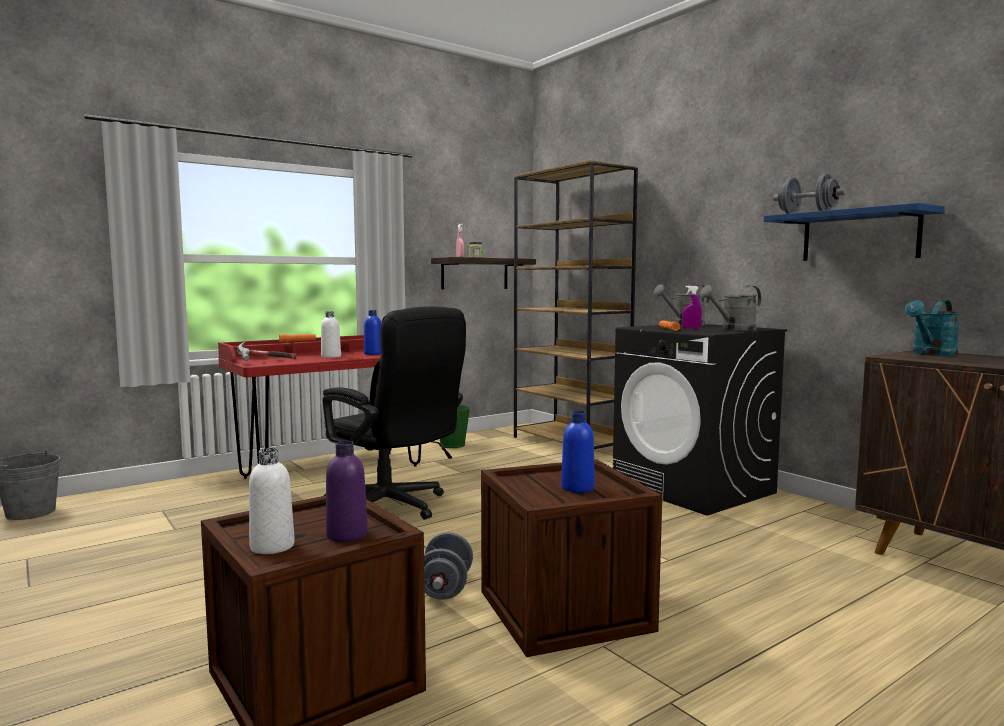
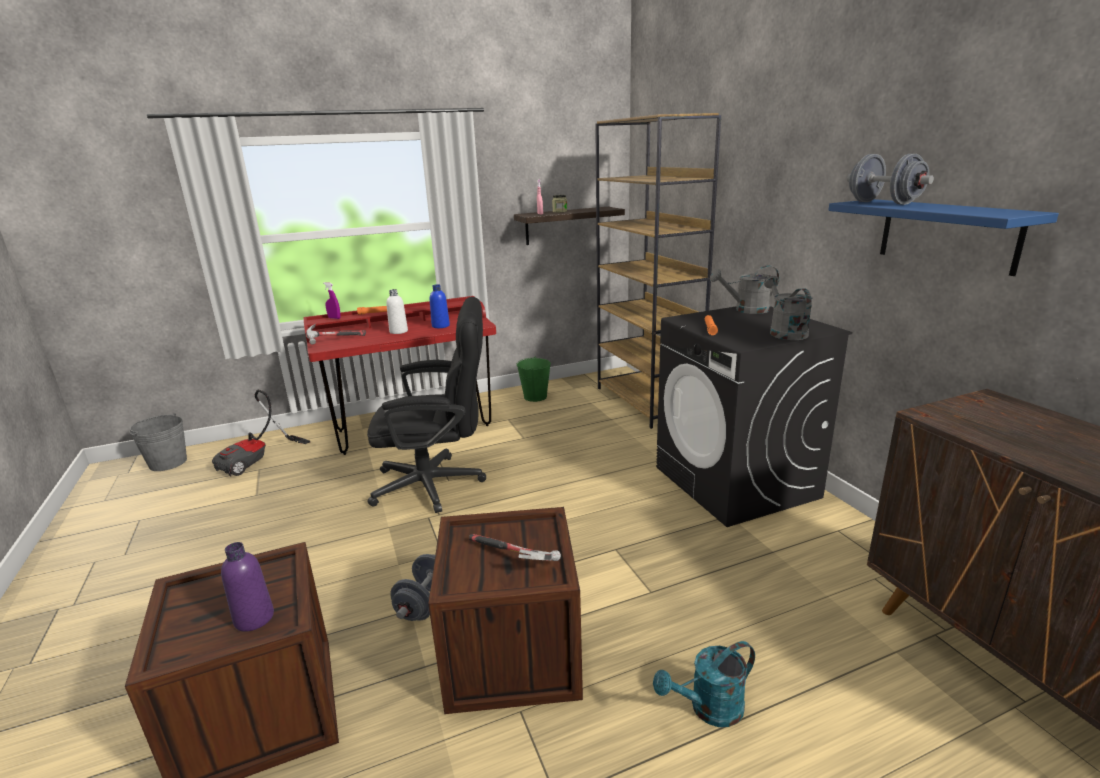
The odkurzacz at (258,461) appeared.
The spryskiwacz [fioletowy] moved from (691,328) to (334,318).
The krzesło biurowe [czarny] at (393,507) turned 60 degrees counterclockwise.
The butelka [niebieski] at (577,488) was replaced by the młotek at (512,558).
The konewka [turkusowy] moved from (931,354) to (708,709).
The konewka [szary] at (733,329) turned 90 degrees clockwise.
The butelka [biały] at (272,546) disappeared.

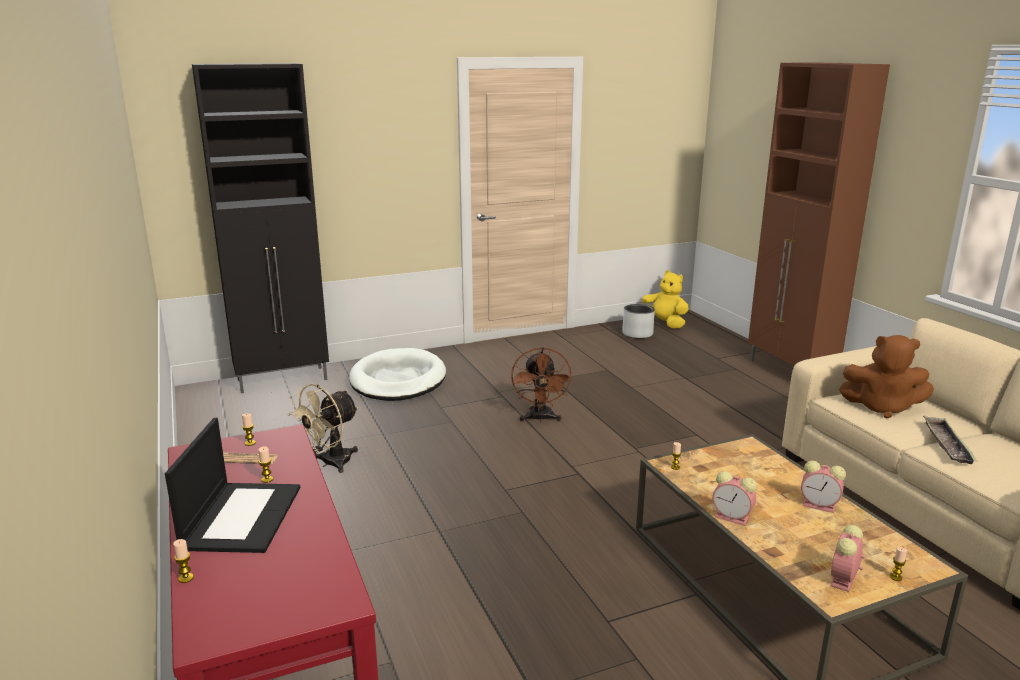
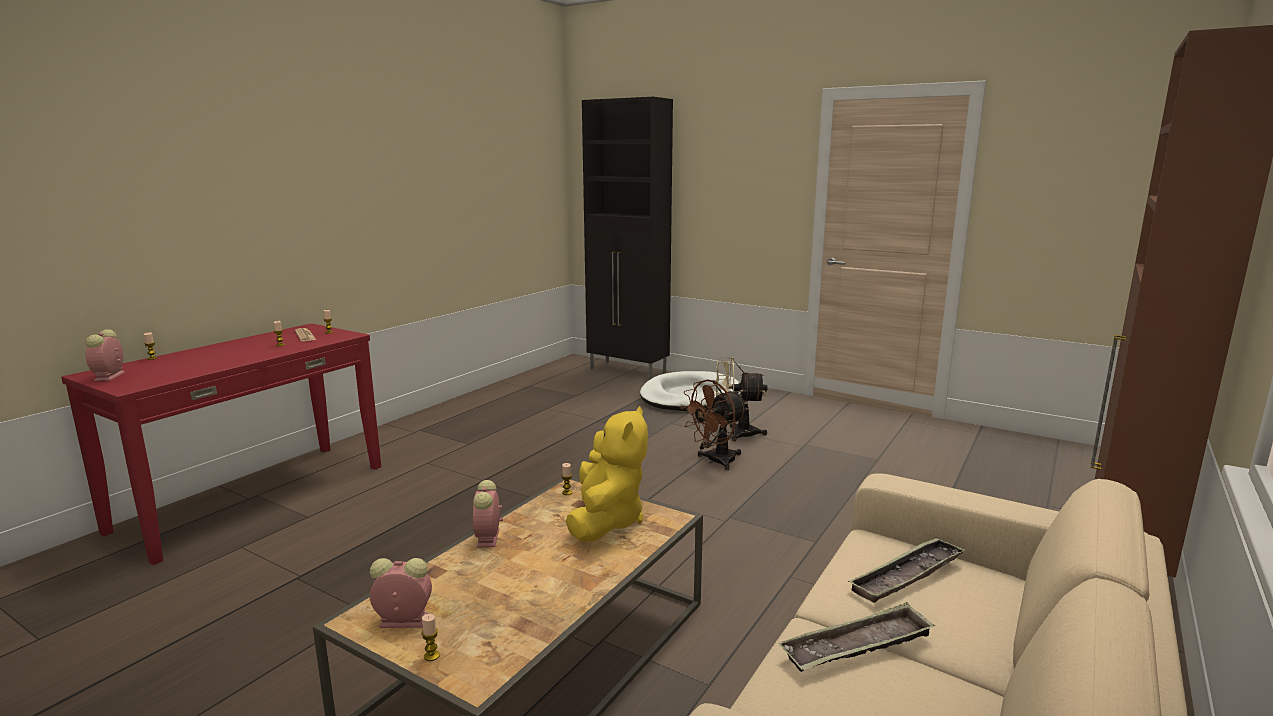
The budzik moved from (820,505) to (109,377).
The pluszak [żółty] moved from (663,323) to (606,521).
The wentylator [beżowy] moved from (330,463) to (735,433).
The pluszak [brązowy] at (882,407) was replaced by the taca at (907,576).
The laptop at (242,516) disappeared.
The donica [szary] at (637,334) disappeared.

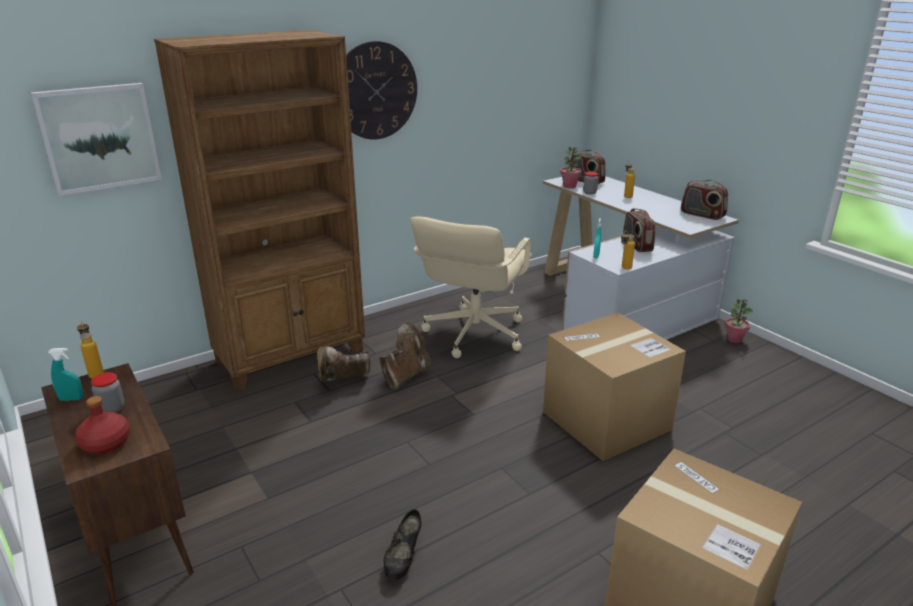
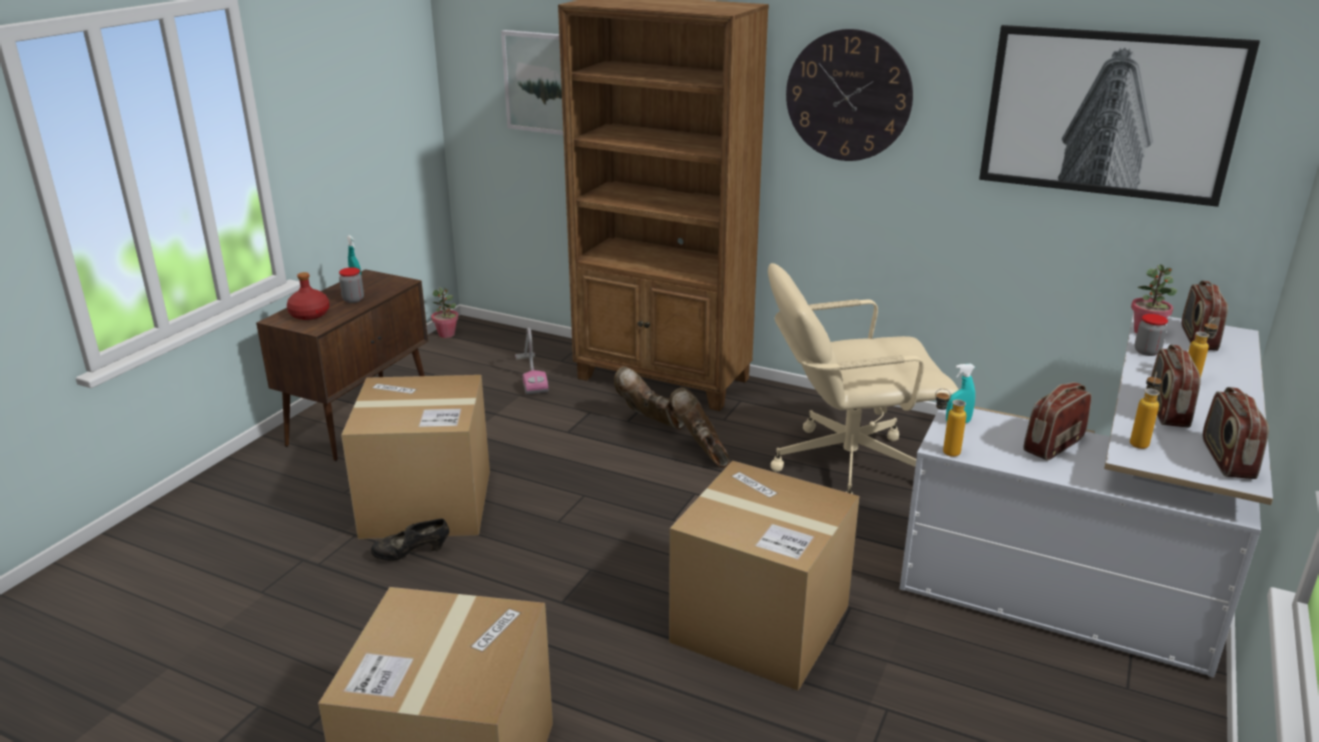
The karton at (427,503) appeared.
The roślina doniczkowa moved from (734,339) to (447,334).
The odkurzacz at (531,374) appeared.
The but z cholewką [brązowy] at (405,375) turned 120 degrees counterclockwise.
The obraz at (1109,113) appeared.
The butelka moved from (95,373) to (1139,441).
The radio at (1166,411) appeared.

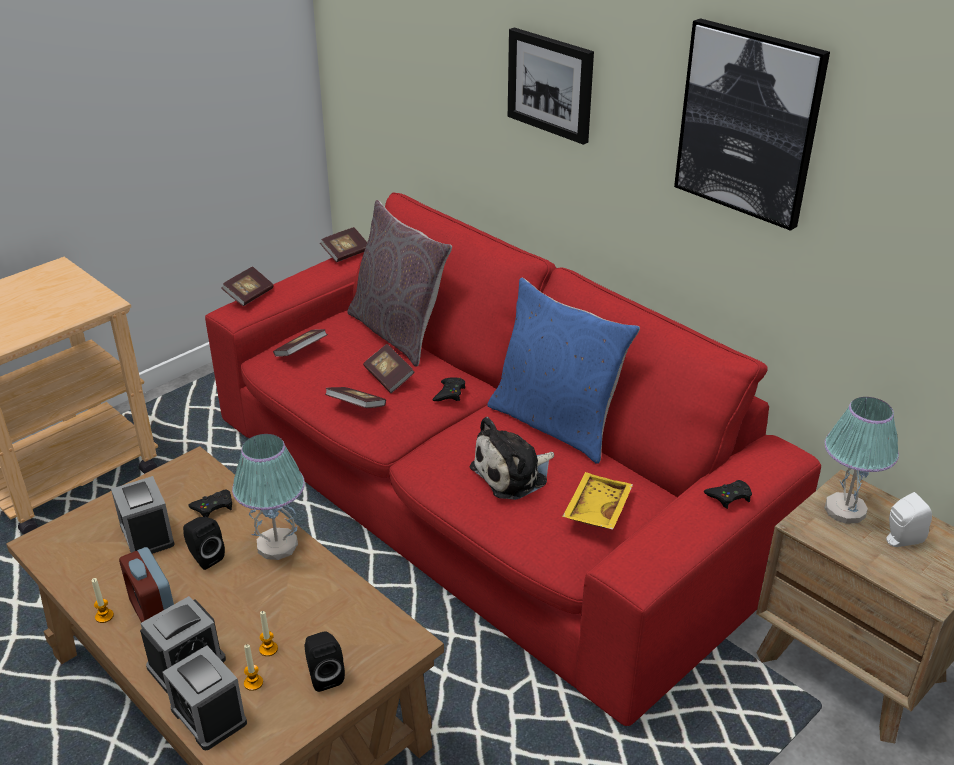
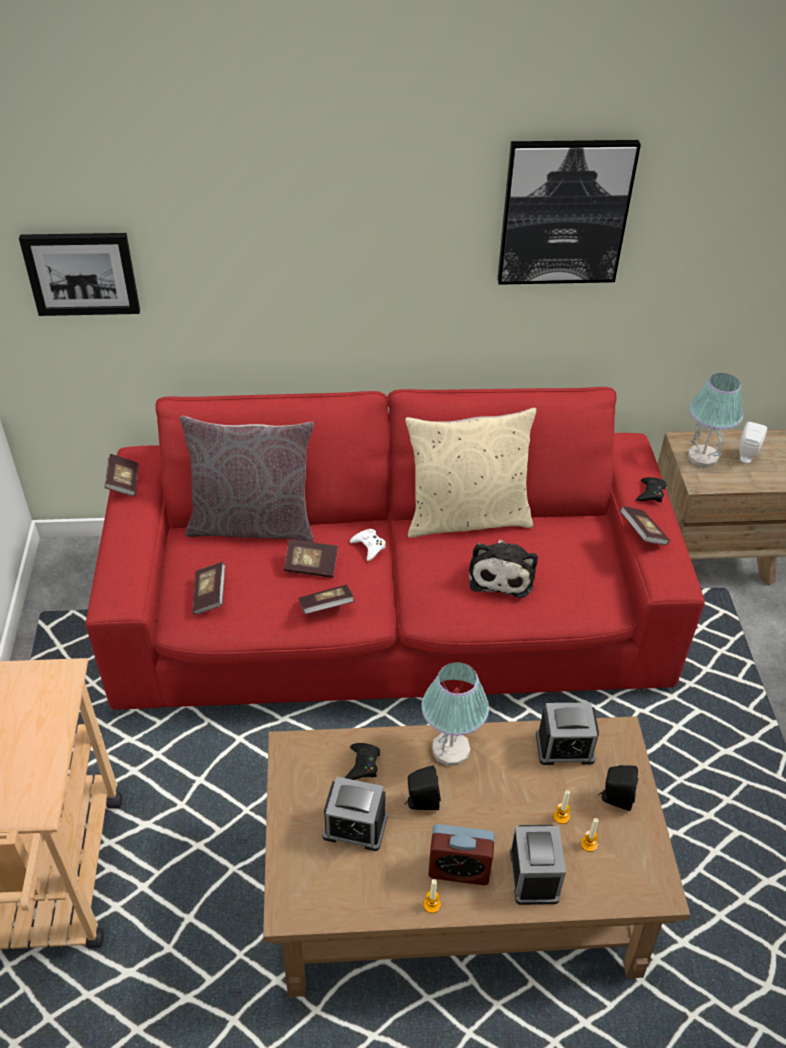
The obraz moved from (551,84) to (82,273).
The pad do gier [czarny] at (449,393) became the pad do gier [biały] at (369,546).
The poduszka [niebieski] at (556,423) became the poduszka [beżowy] at (466,517).
The budzik moved from (208,716) to (564,747).
The książka moved from (249,295) to (642,533).
The taca [żółty] at (595,509) disappeared.

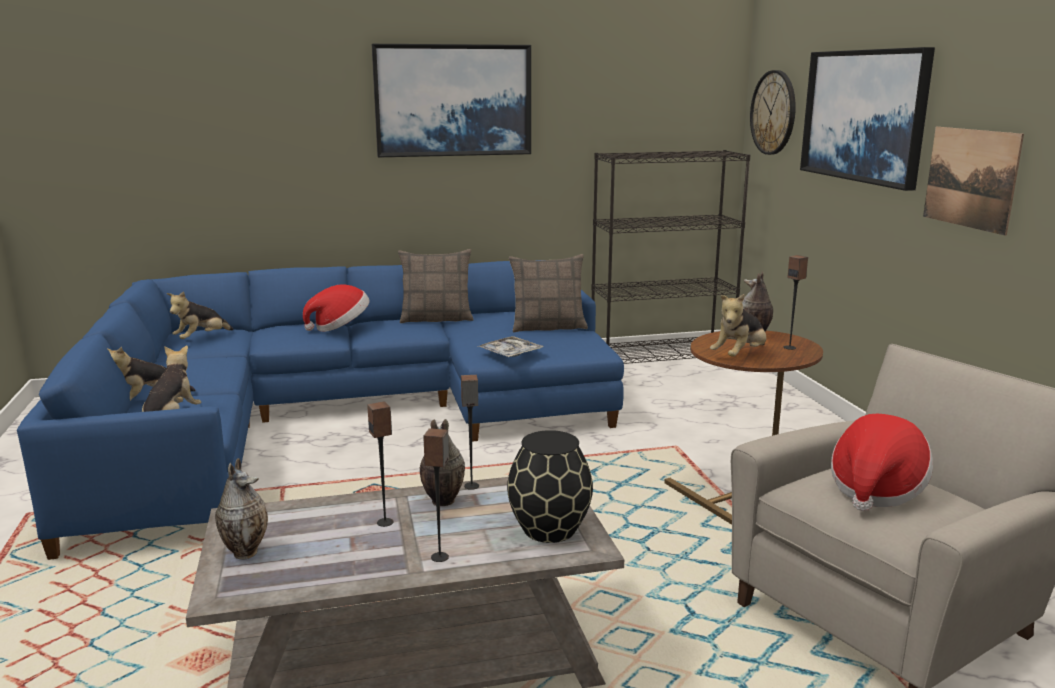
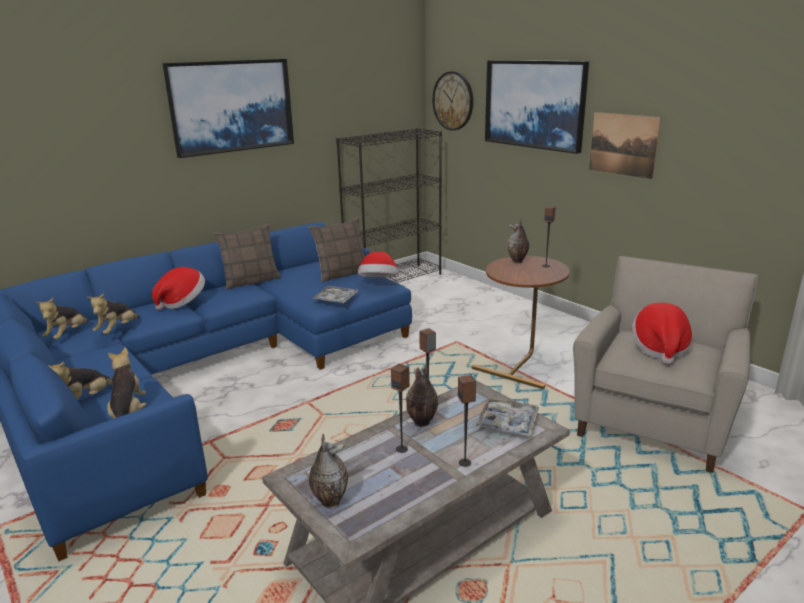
The pluszak moved from (739,356) to (117,330).
The kapelusz at (379,283) appeared.
The wazon [czarny] at (548,529) was replaced by the taca at (507,423).

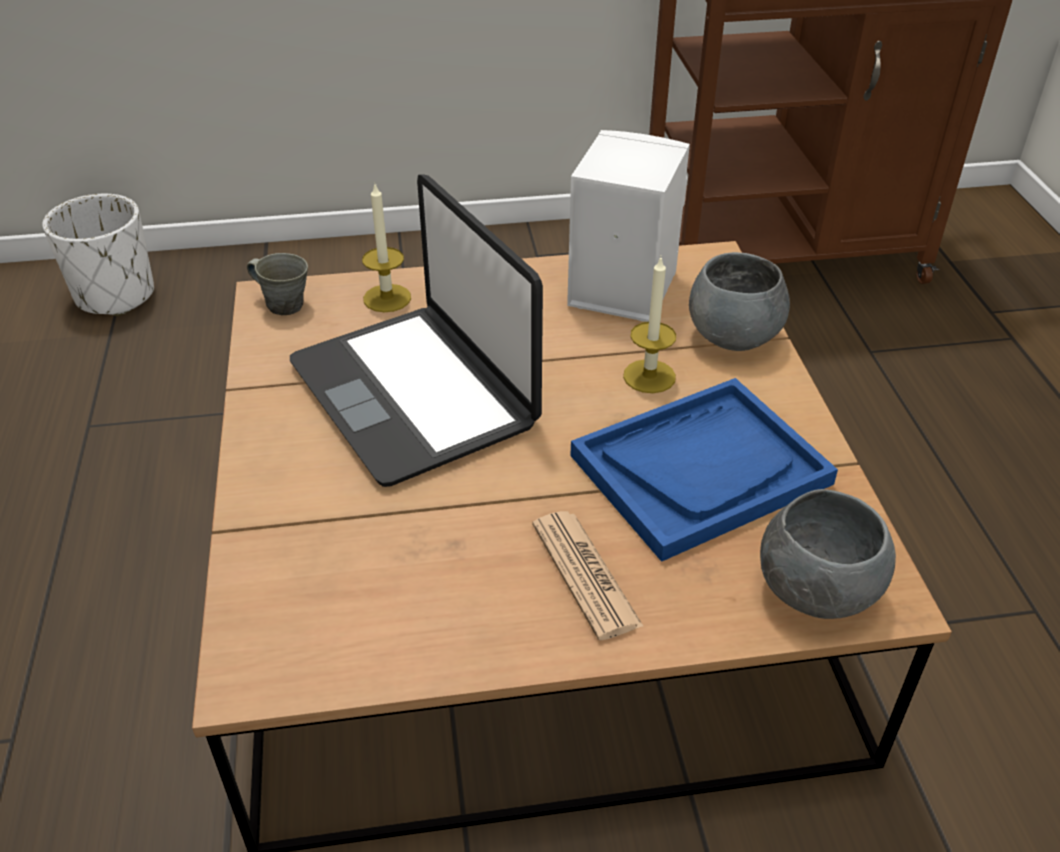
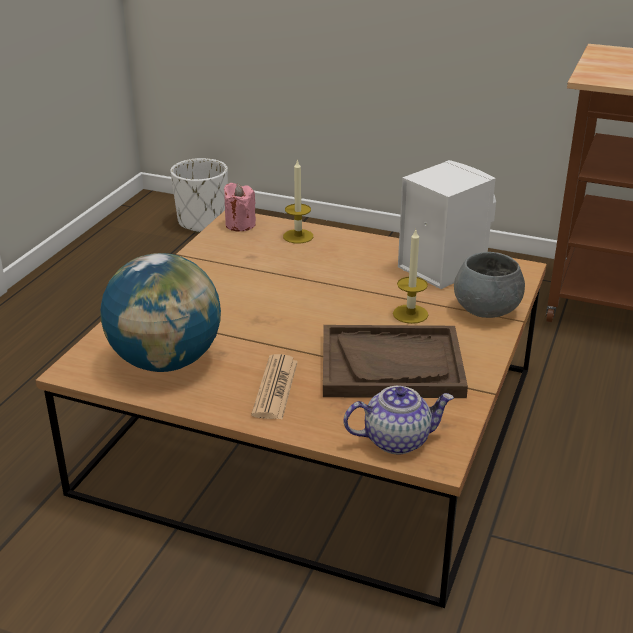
The globus at (166,361) appeared.
The kubek [szary] at (284,304) was replaced by the świeca [różowy] at (240,224).
The taca [niebieski] at (700,469) became the taca [brązowy] at (392,365).
The miska [szary] at (815,590) was replaced by the imbryk at (397,439).
The laptop at (415,393) disappeared.

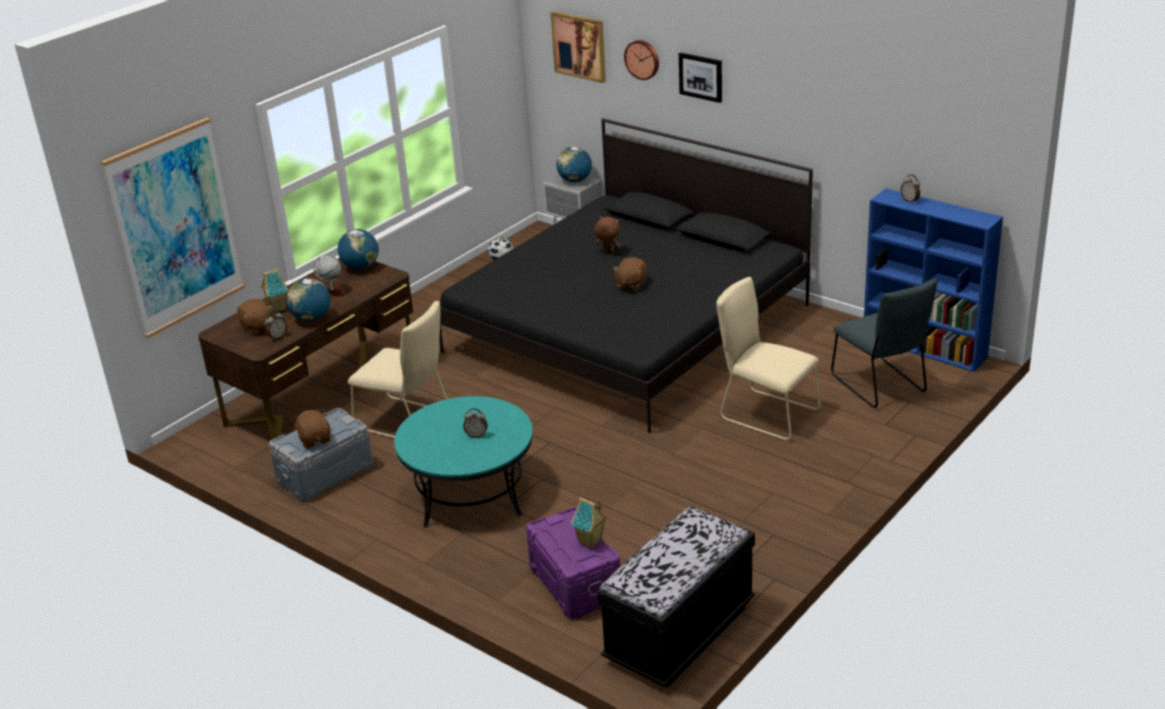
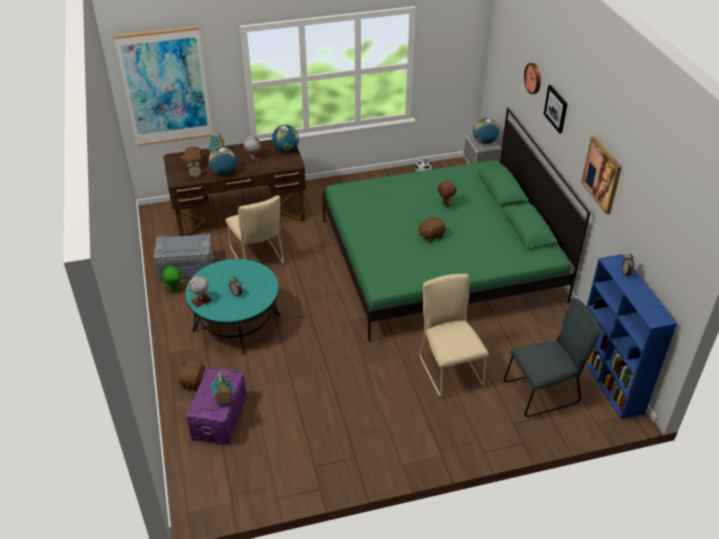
The pluszak [zielony] at (174,290) appeared.
The pluszak [brązowy] moved from (315,439) to (193,381).
The globus at (201,300) appeared.
The łóżko [czarny] at (628,328) became the łóżko [zielony] at (439,260).
The krzesło [szary] at (881,386) turned 120 degrees counterclockwise.
The obraz moved from (579,46) to (602,175).
The ławka [czarny] at (680,633) disappeared.

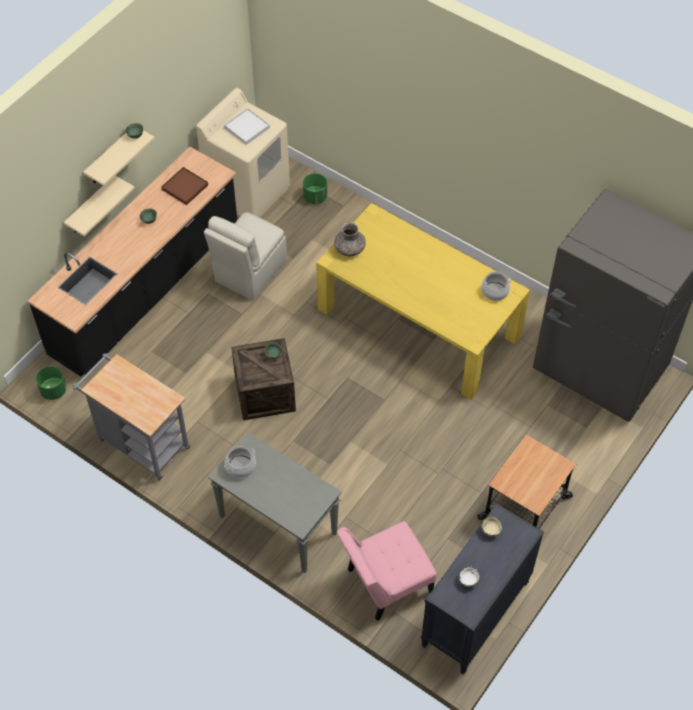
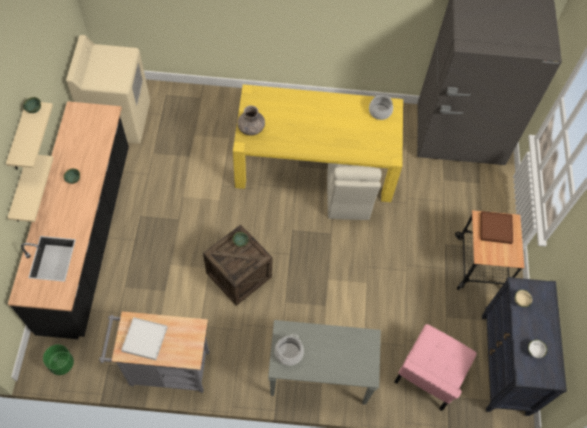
The taca [biały] moved from (247,128) to (144,339).
The krzesło [beżowy] moved from (249,272) to (347,198).
The taca [brązowy] moved from (185,187) to (495,228).
The donica [zielony] at (315,197) disappeared.

